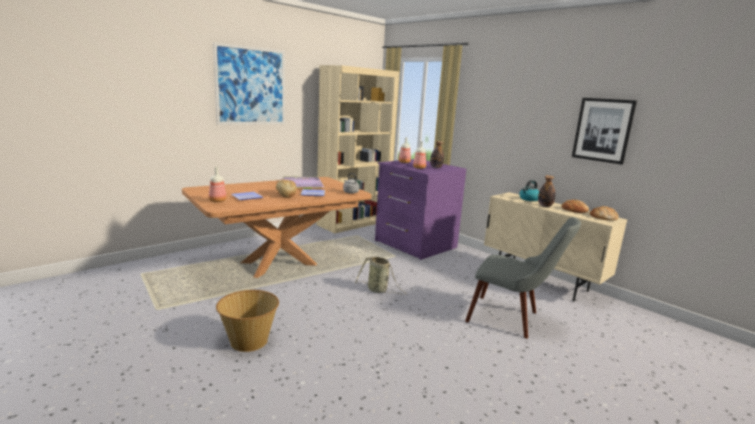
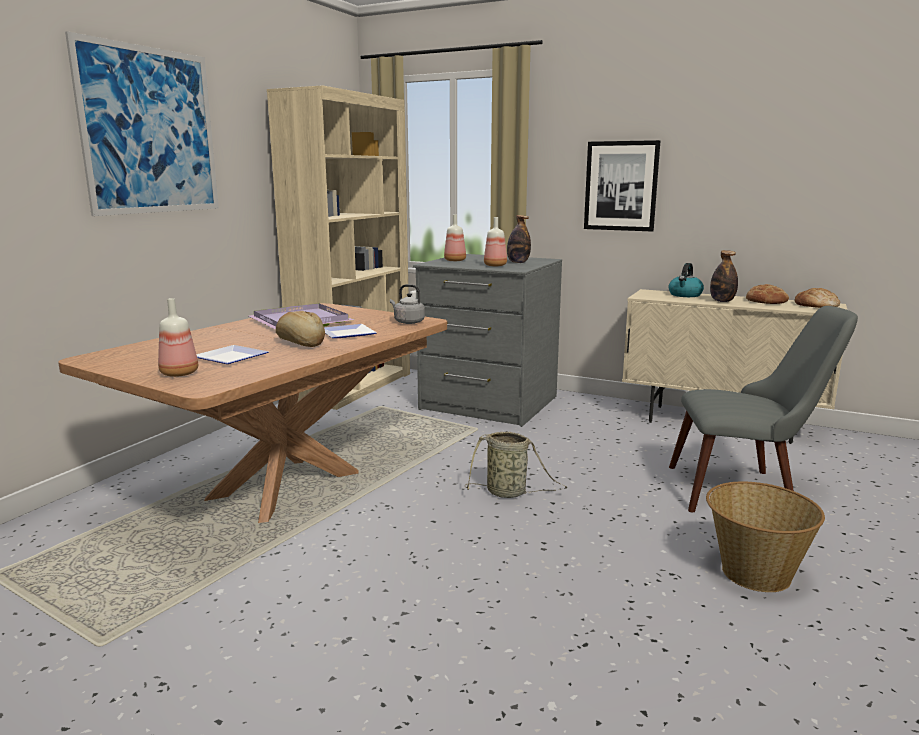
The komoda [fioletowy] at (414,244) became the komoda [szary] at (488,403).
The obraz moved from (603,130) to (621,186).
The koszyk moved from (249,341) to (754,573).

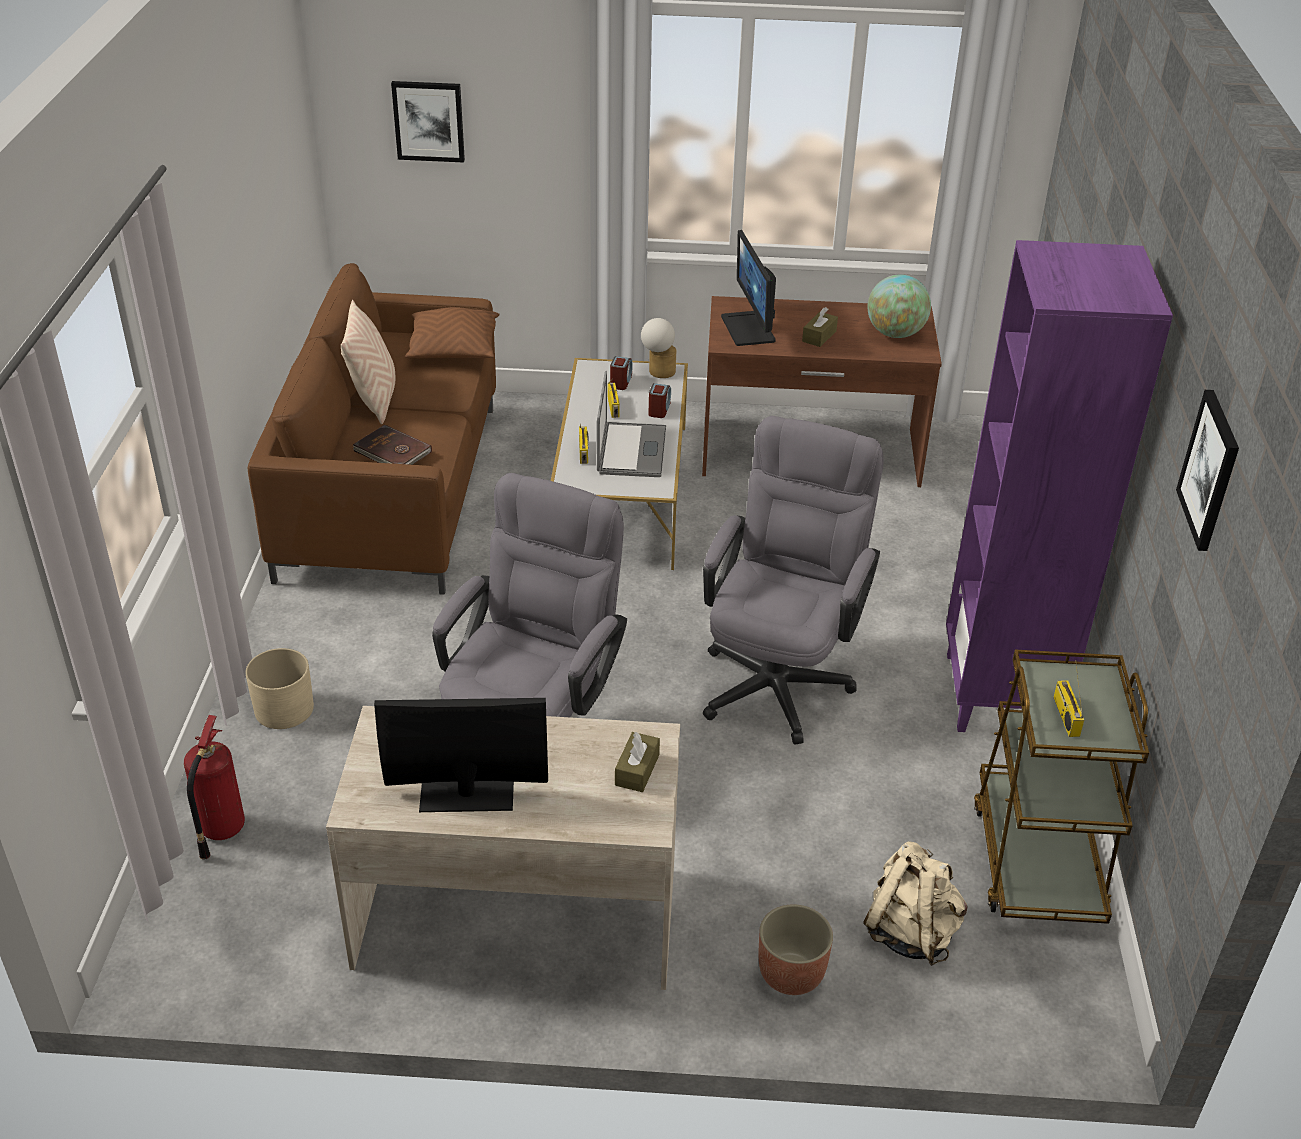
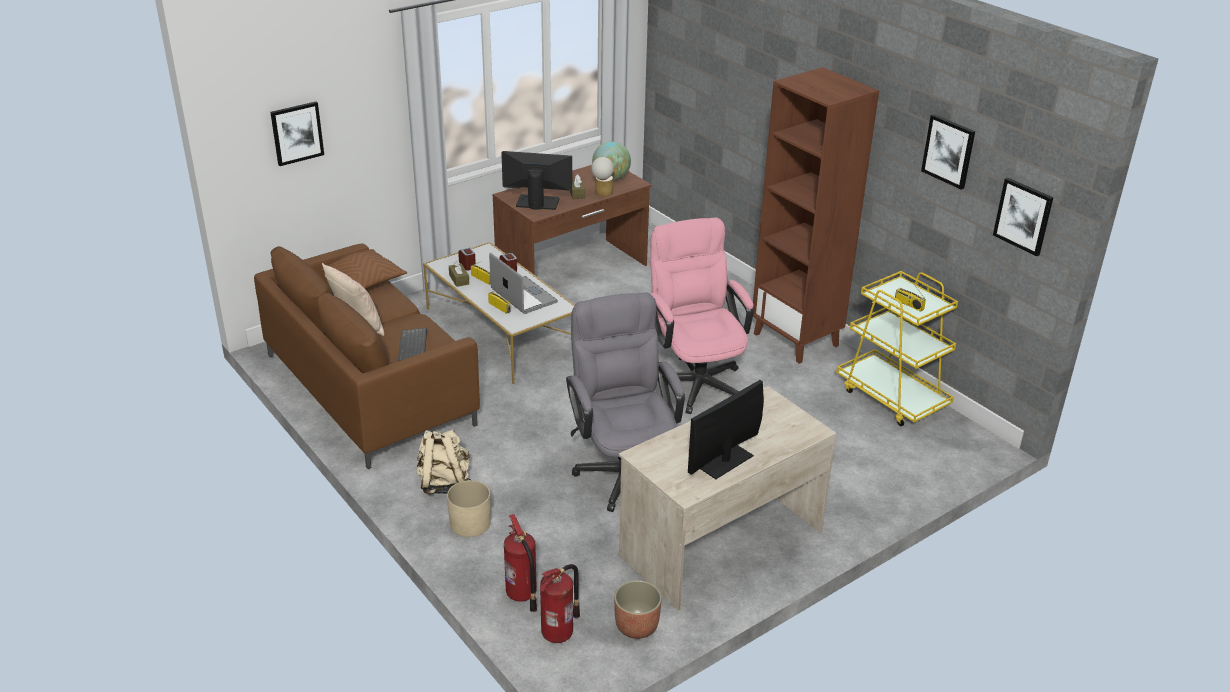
The książka [brązowy] at (392,452) was replaced by the klawiatura at (414,346).
The plecak [beżowy] moved from (910,932) to (444,483).
The pudełko chusteczek [brązowy] moved from (637,770) to (459,279).
The monitor at (749,329) turned 150 degrees clockwise.
The gaśnica at (559,632) appeared.
The lampa stołowa moved from (658,372) to (602,193).
The donica moved from (790,973) to (636,626).
The krzesło biurowe [szary] at (780,676) became the krzesło biurowe [różowy] at (695,379).
The regał [fioletowy] at (1000,695) became the regał [brązowy] at (796,340).
The wózek [brązowy] at (1037,859) became the wózek [żółty] at (892,397).
The obraz at (1023,216) appeared.

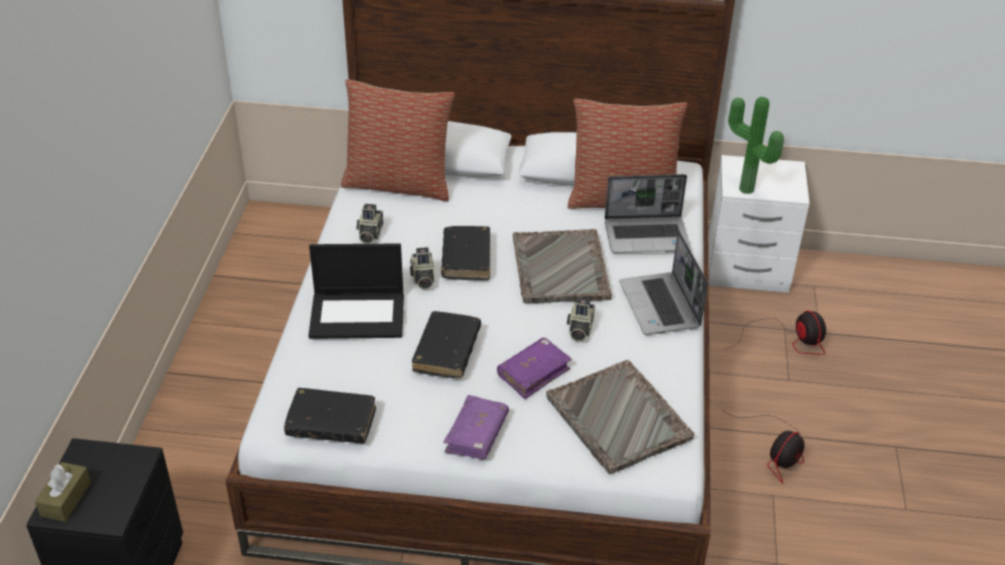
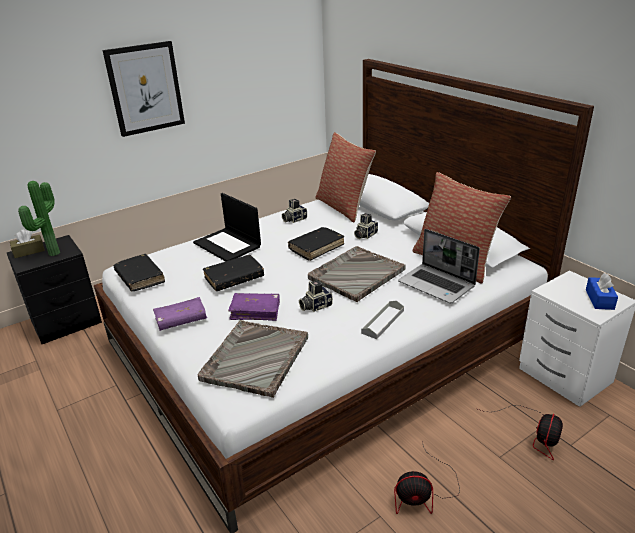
The roślina doniczkowa moved from (744,191) to (52,253).
The obraz at (145,88) appeared.
The aparat fotograficzny moved from (422,278) to (365,235).
The laptop at (661,306) was replaced by the taca [szary] at (383,321).
The pudełko chusteczek [niebieski] at (599,299) appeared.

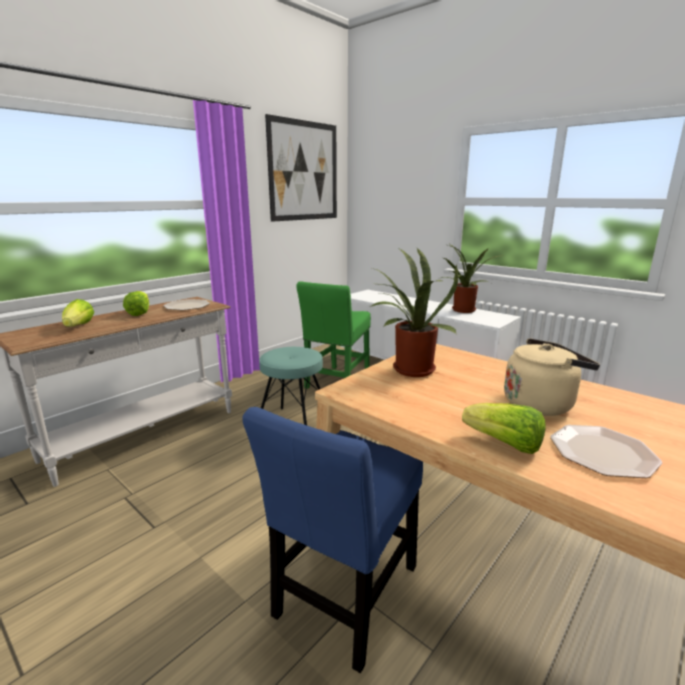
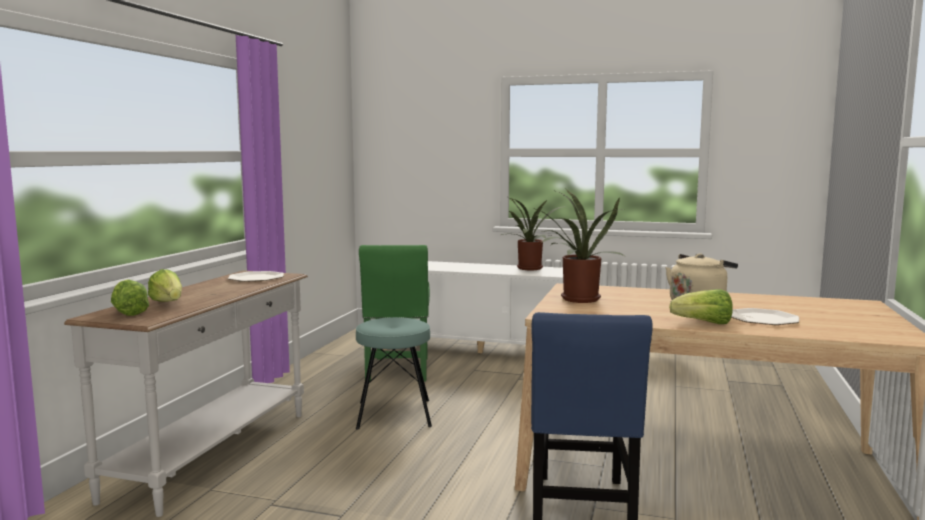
The sałata moved from (139,313) to (129,312).
The obraz at (304,171) disappeared.

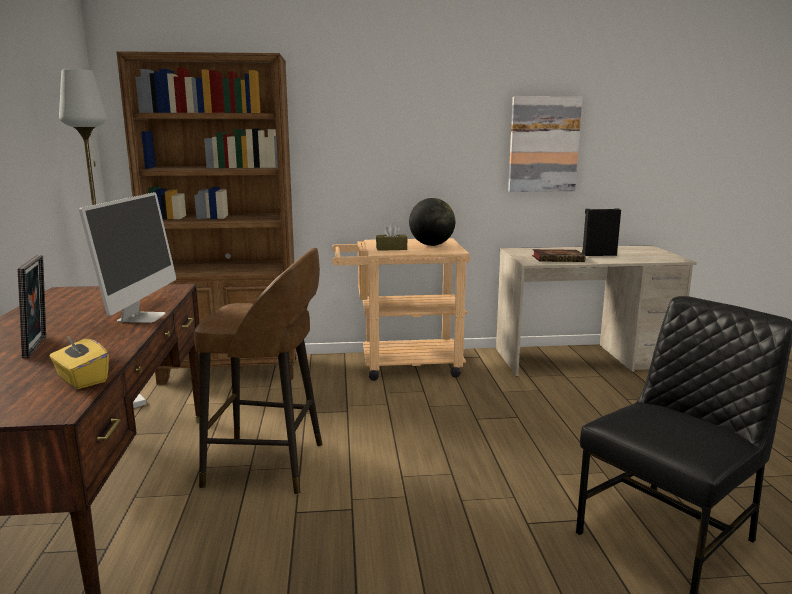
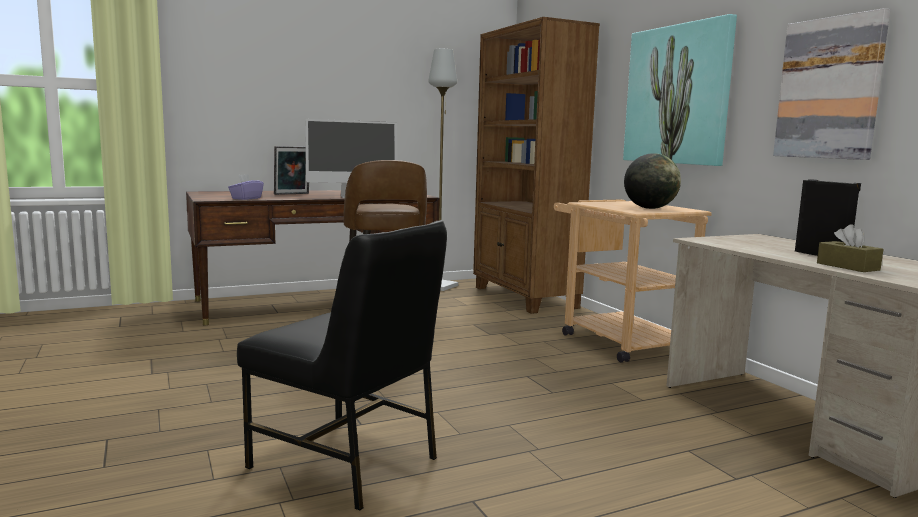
The pudełko chusteczek [żółty] at (81,379) became the pudełko chusteczek [fioletowy] at (246,198).
The obraz at (678,95) appeared.
The pudełko chusteczek [brązowy] moved from (391,248) to (847,266).
The książka at (559,259) disappeared.

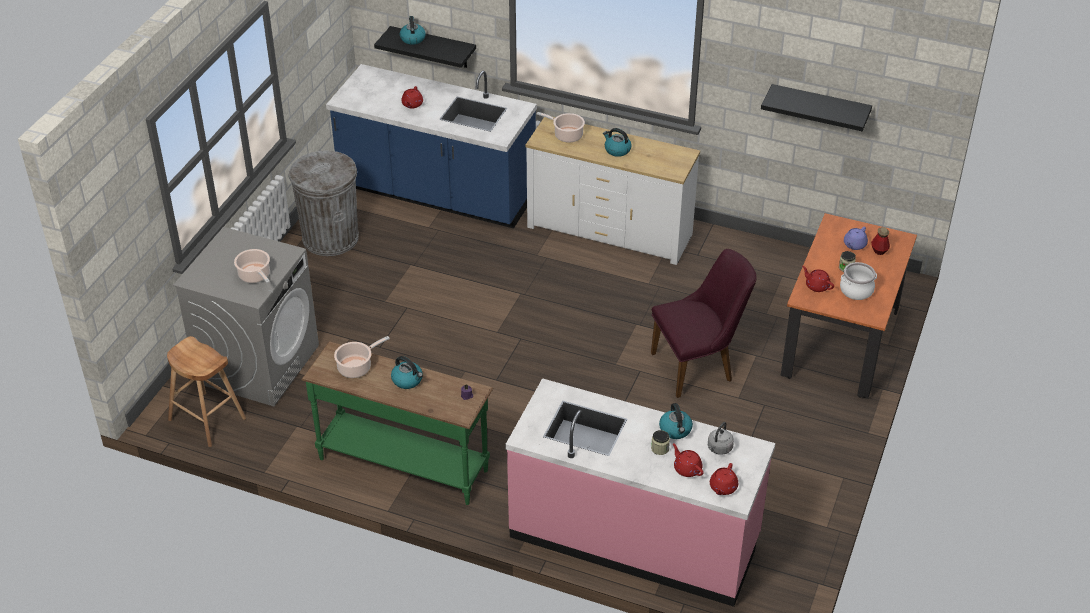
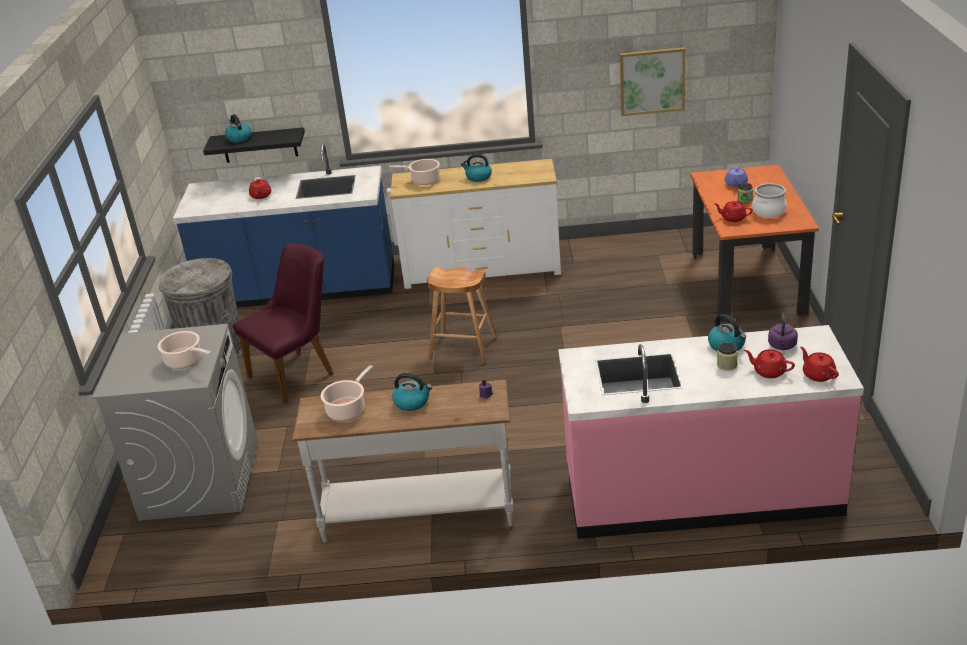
The krzesło [fioletowy] moved from (699,366) to (298,372).
The stolik konsolowy [zielony] at (404,463) became the stolik konsolowy [biały] at (418,513).
The stołek [brązowy] moved from (207,419) to (463,348).
The półka [czarny] at (819,107) was replaced by the obraz at (652,81).
The czajnik [szary] at (719,448) became the czajnik [fioletowy] at (782,346).
The imbryk [czerwony] at (723,487) turned 150 degrees clockwise.
The butelka at (879,250) disappeared.

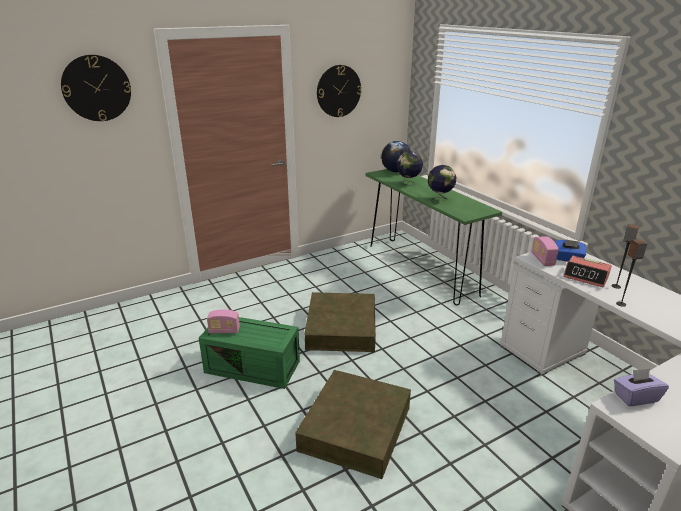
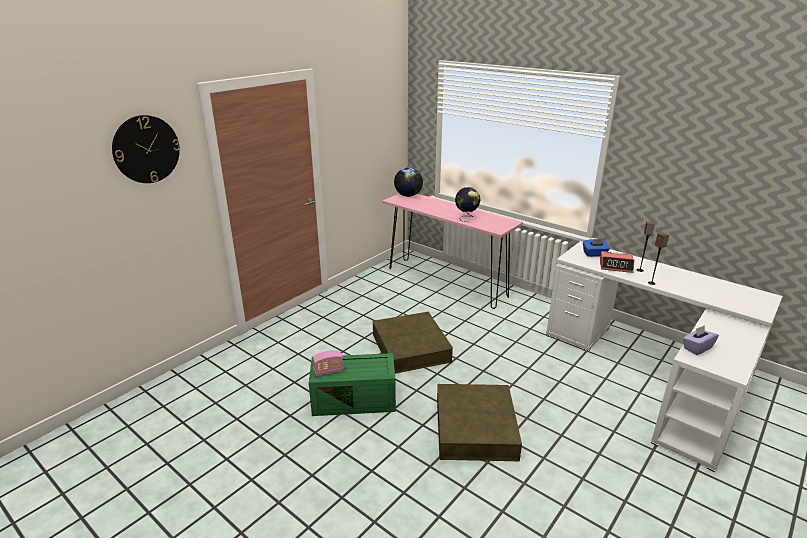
The stolik konsolowy [zielony] at (420,269) became the stolik konsolowy [różowy] at (446,282).
The zegar ścienny at (338,91) disappeared.
The globus at (408,184) disappeared.
The radio at (542,260) disappeared.

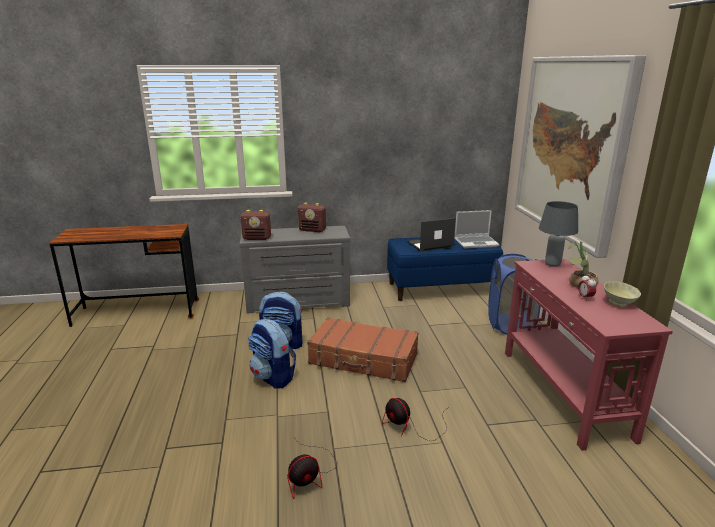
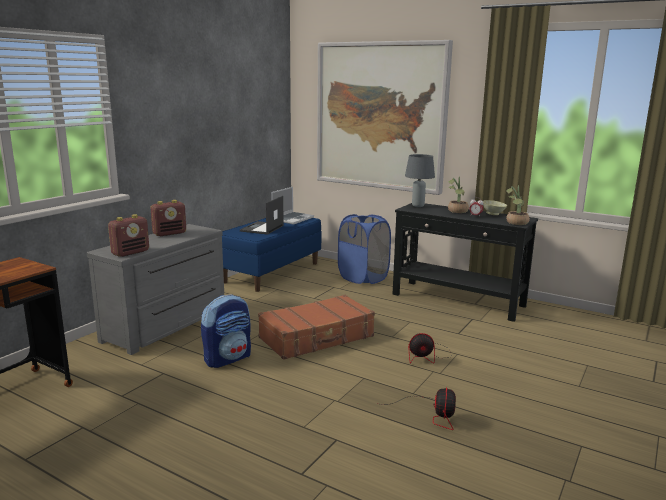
The stolik konsolowy [czerwony] at (563,393) became the stolik konsolowy [czarny] at (458,300).
The roślina doniczkowa at (515,223) appeared.
The plecak at (273,377) disappeared.

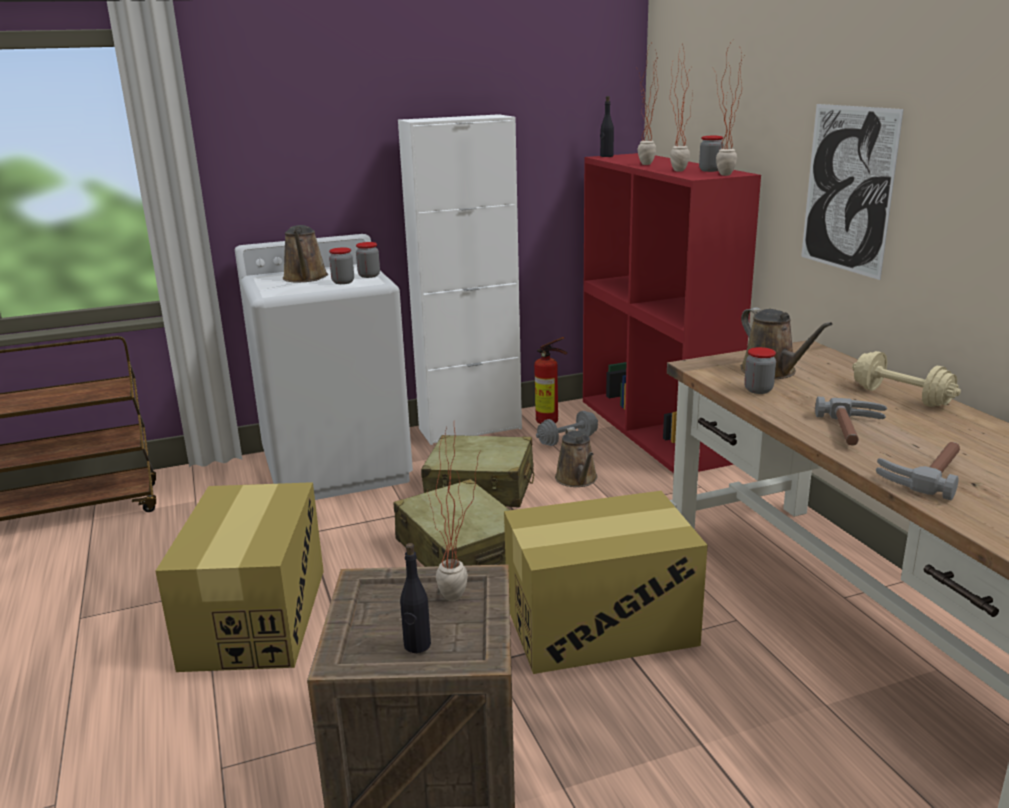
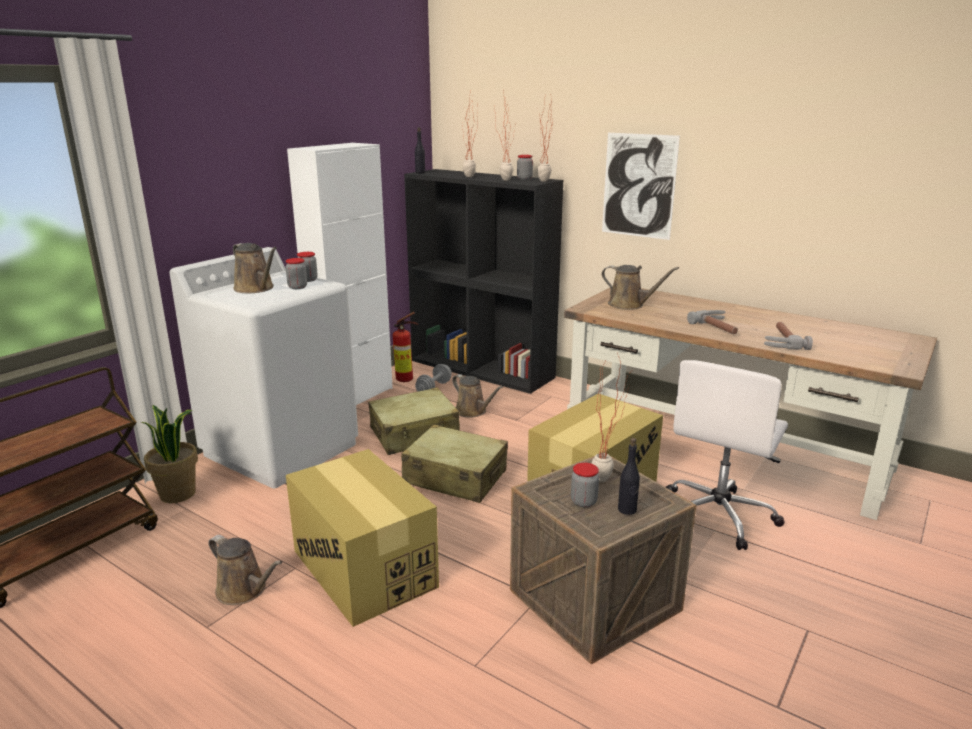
The roślina doniczkowa at (178,493) appeared.
The konewka [brązowy] at (244,590) appeared.
The regał [czerwony] at (655,430) became the regał [czarny] at (483,369).
The słoik moved from (758,390) to (583,502).
The krzesło biurowe [biały] at (718,515) appeared.
The hantel [beżowy] at (901,397) disappeared.

